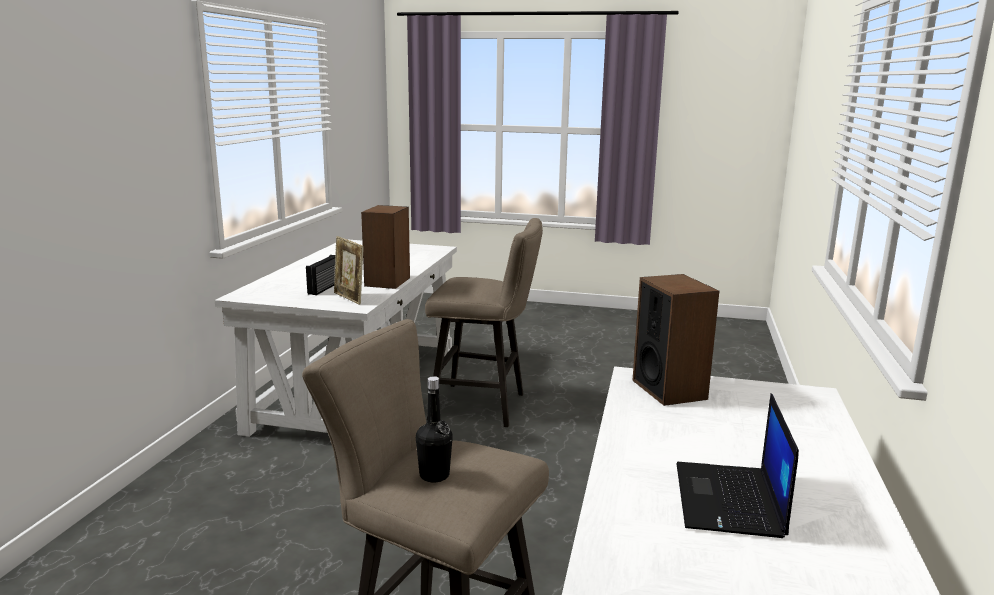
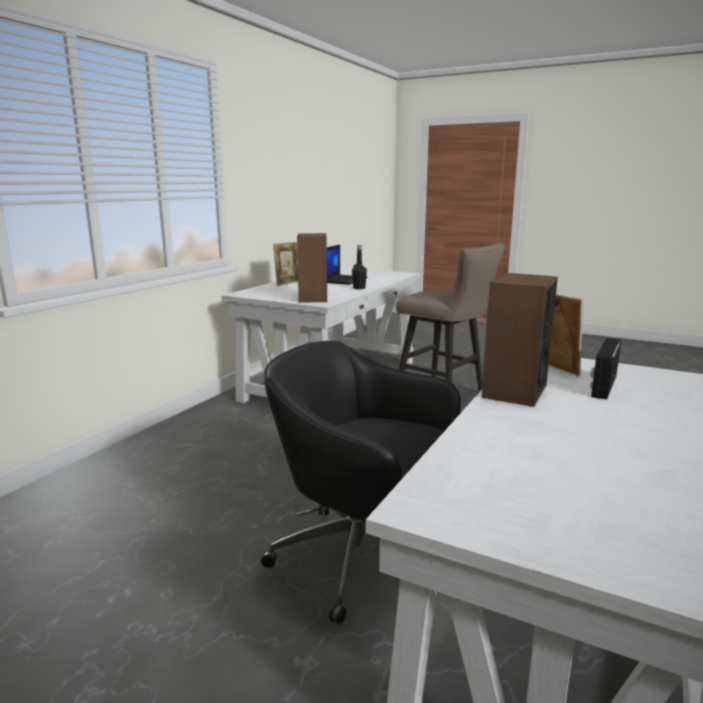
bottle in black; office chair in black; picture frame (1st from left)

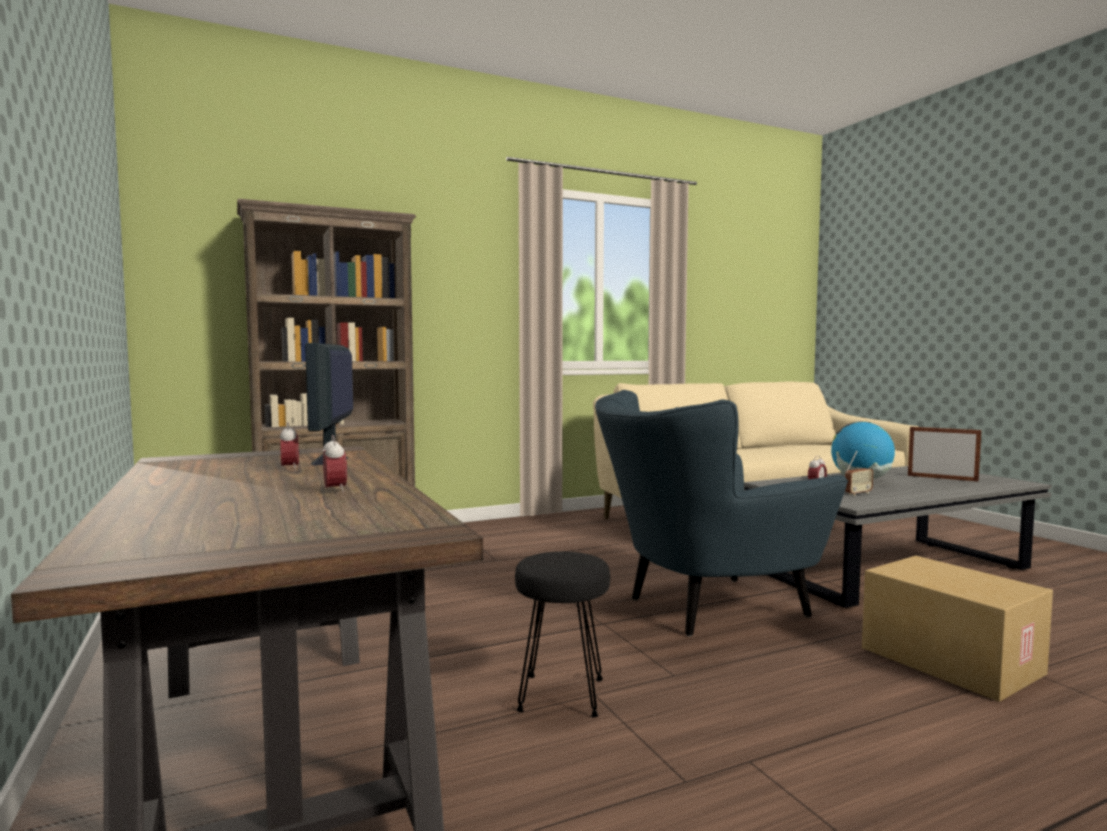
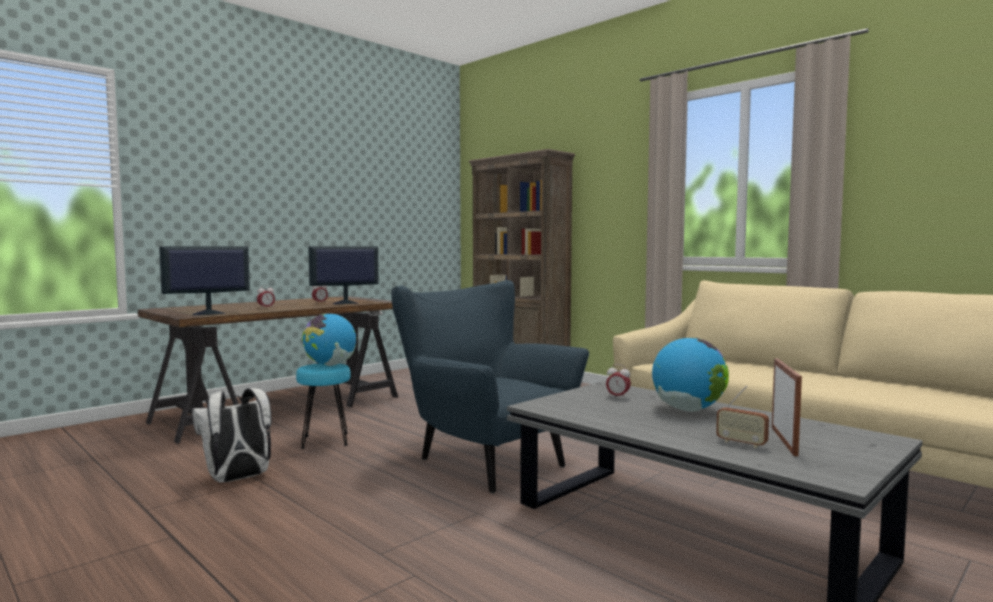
stool in turquoise; radio; cardboard box; monitor (1st from left); backpack in white; globe (1st from left)

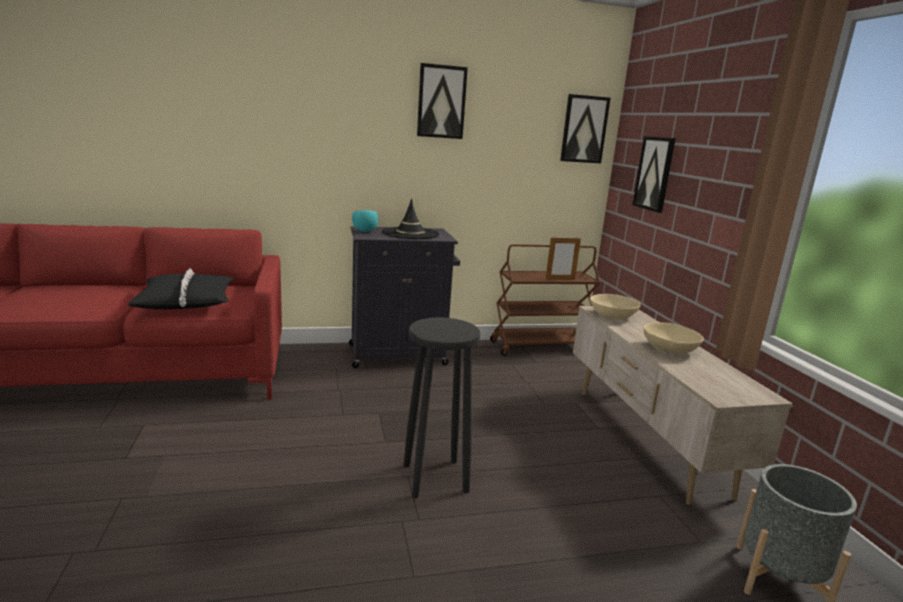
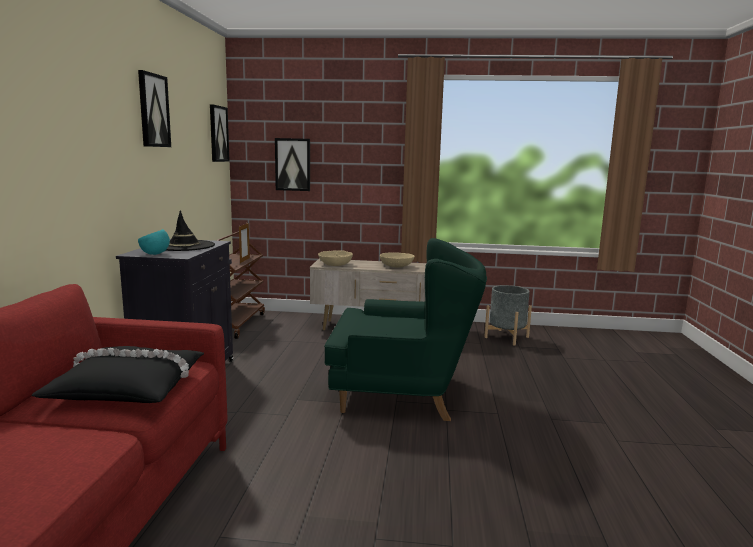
armchair in green

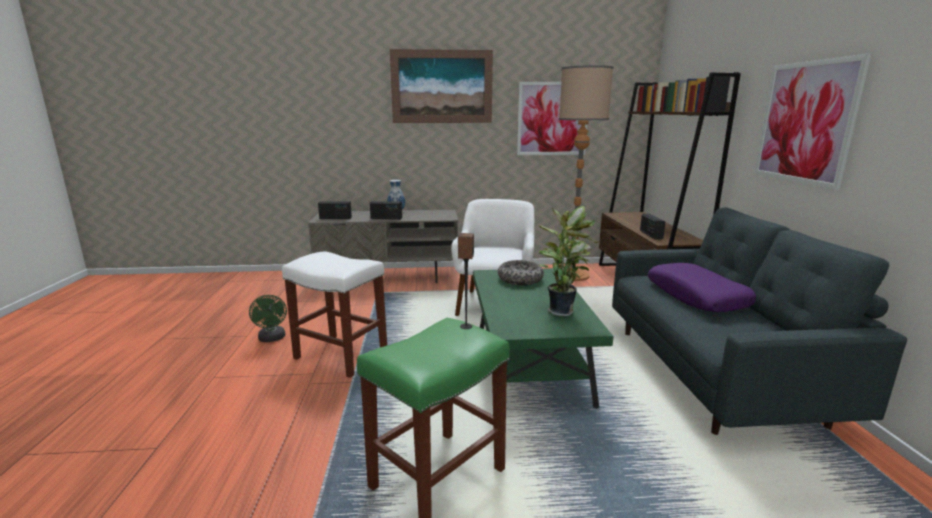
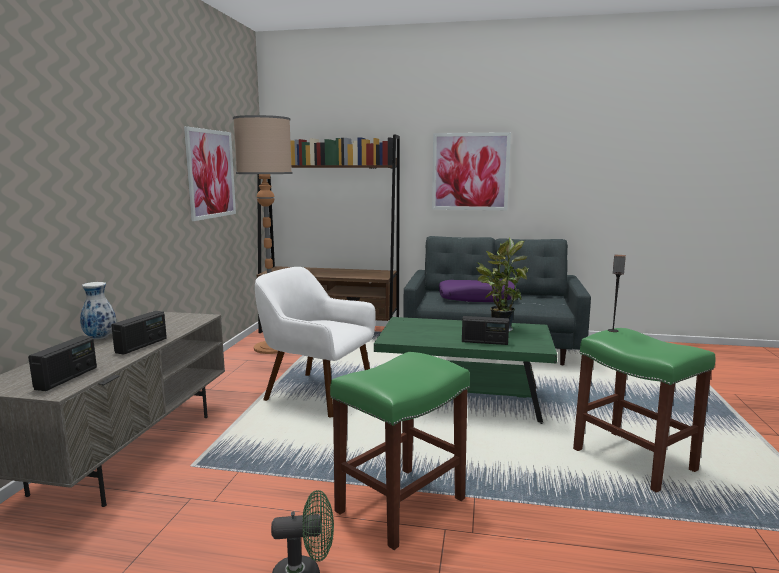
stool in green (1st from left); picture (1st from left in the first image); bowl; radio (3rd from left)

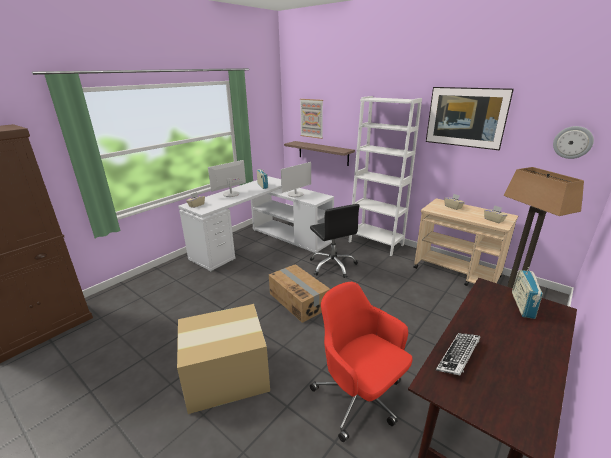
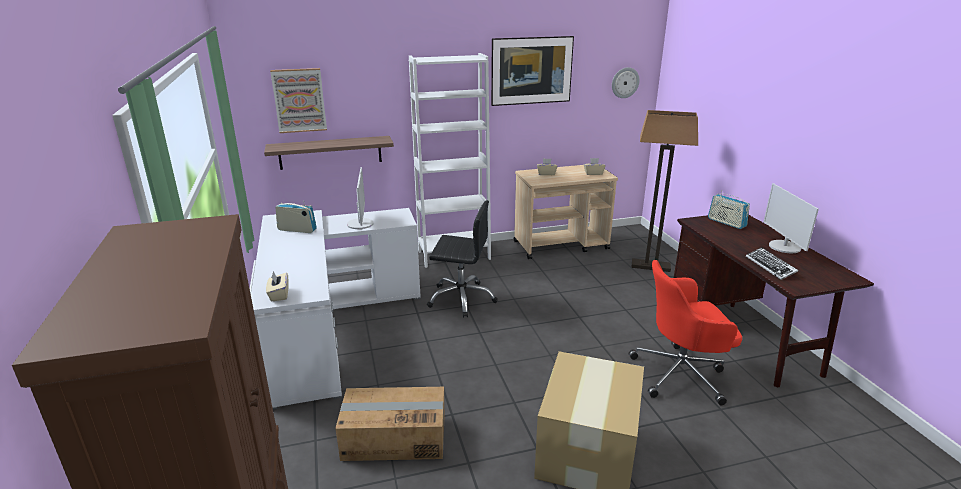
monitor (2nd from left); cardboard box (1st from left)

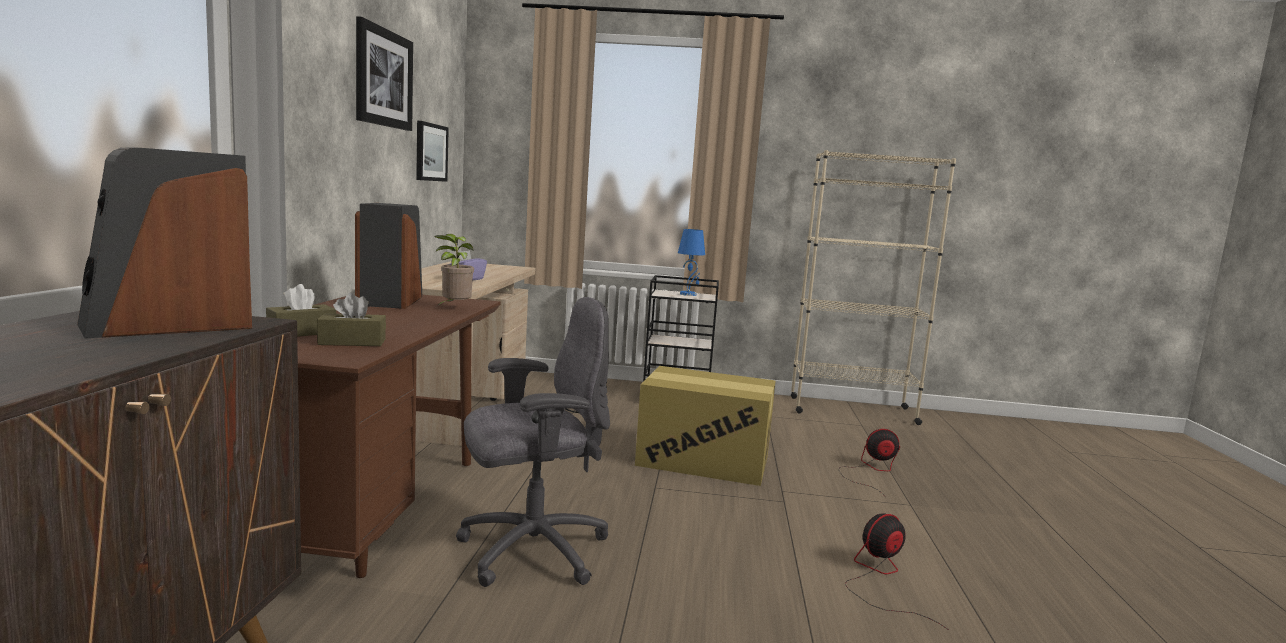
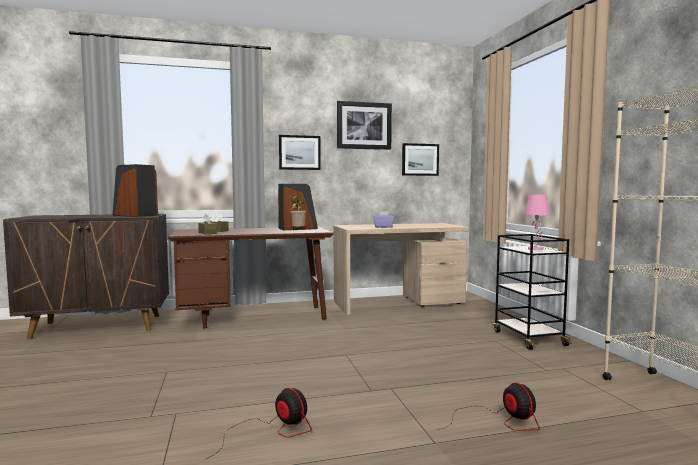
office chair in grey; cardboard box; table lamp in pink; picture (1st from left)

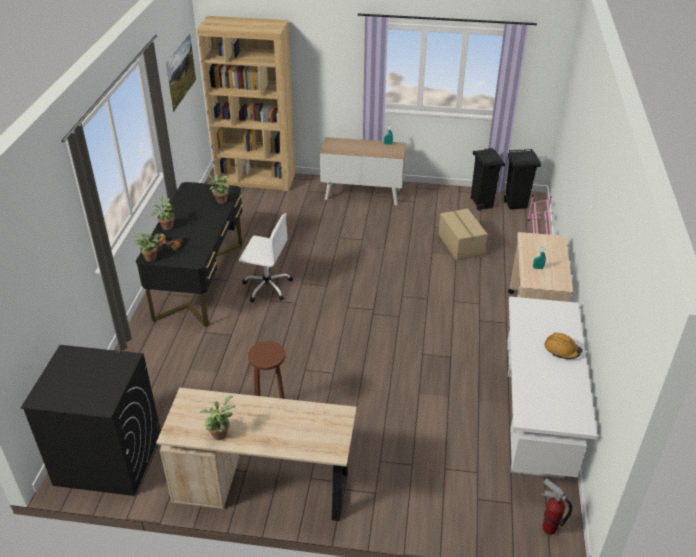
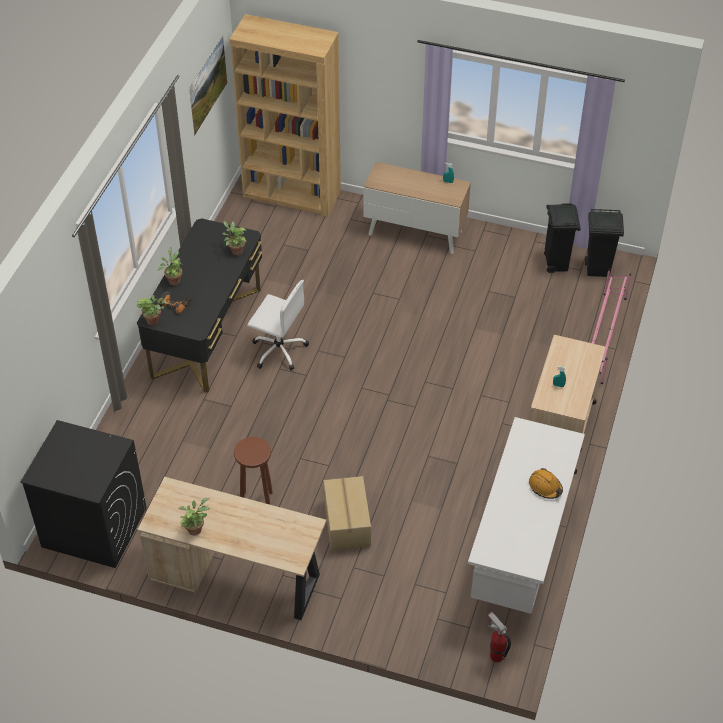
cardboard box

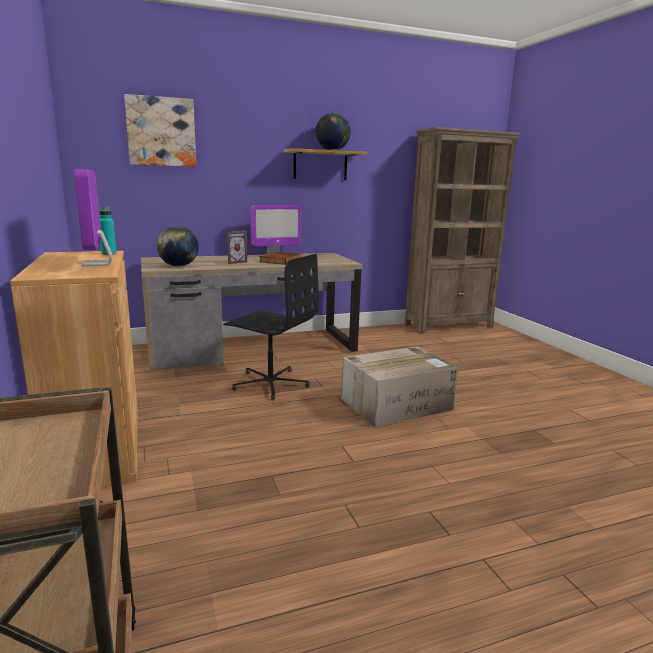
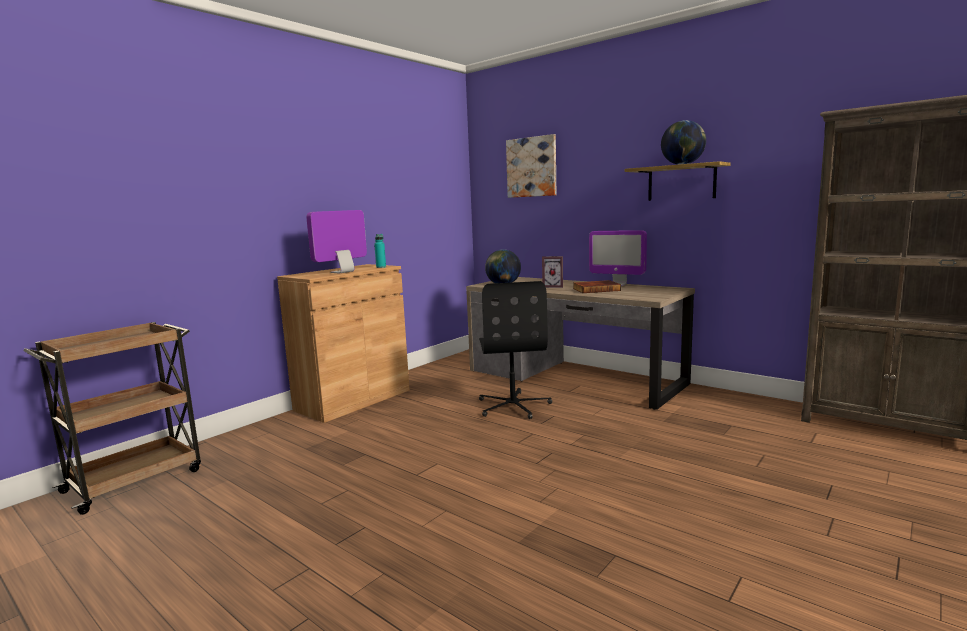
cardboard box

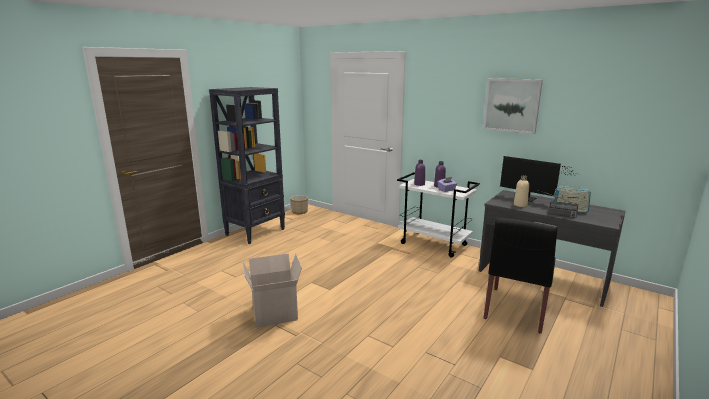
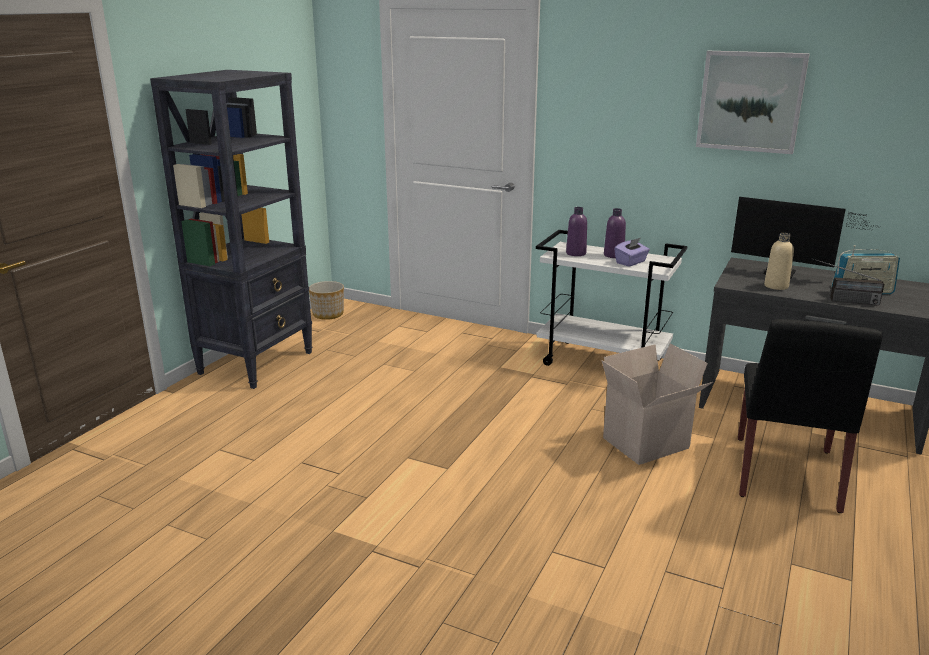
cardboard box

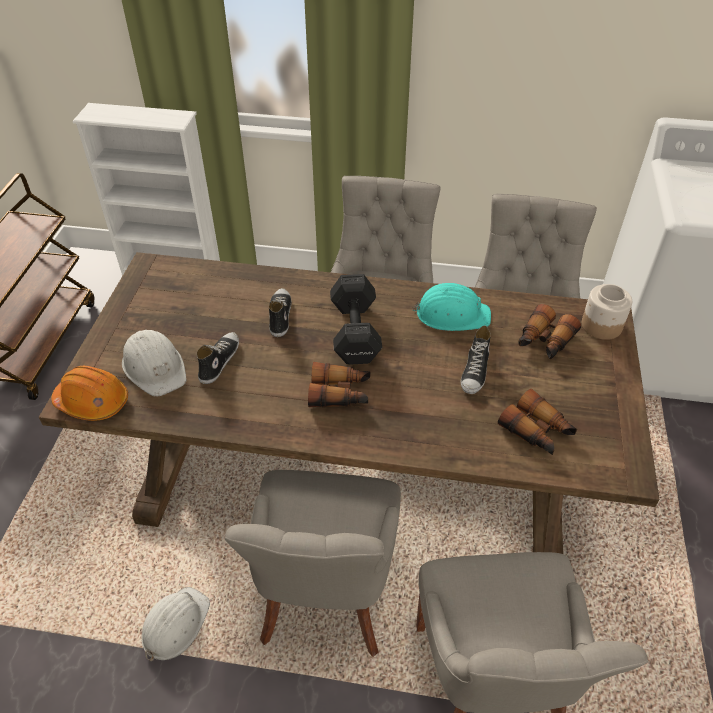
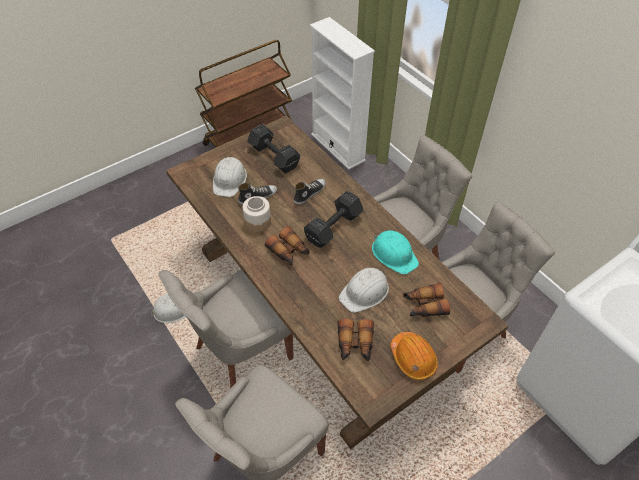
hard hat in orange; hard hat in white (3rd from left); jar; dumbbell in black (1st from left)

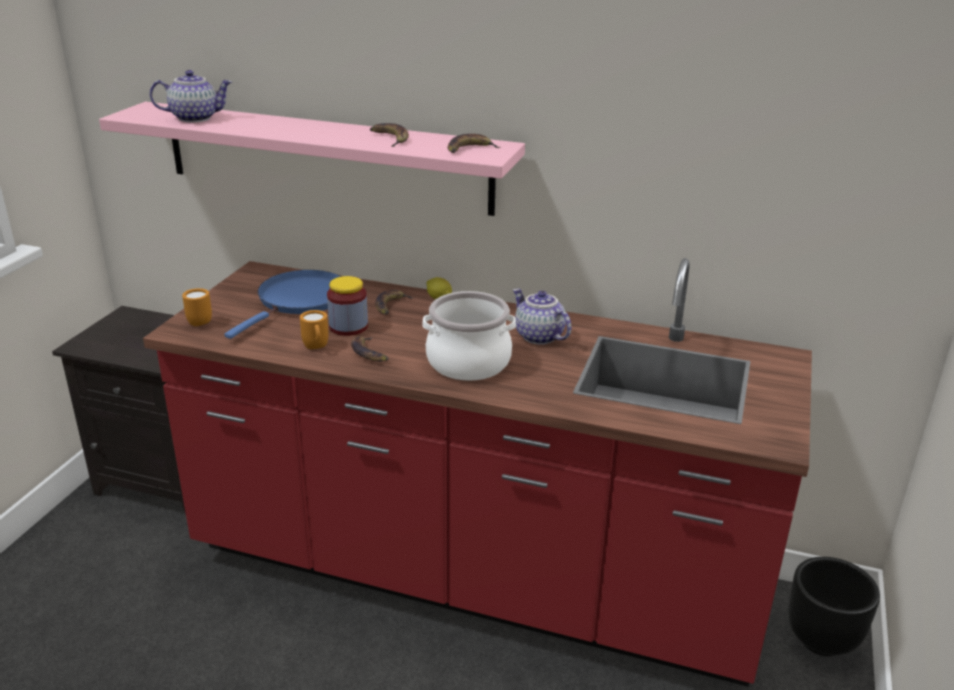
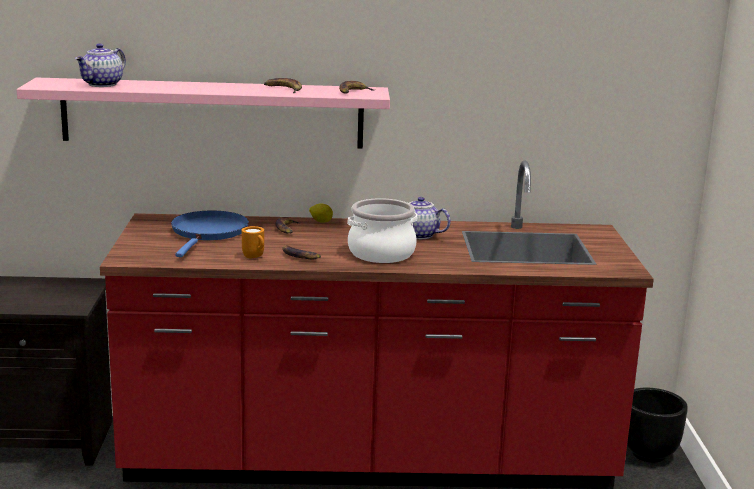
teapot (1st from left); mug in orange (1st from left in the first image); jar

